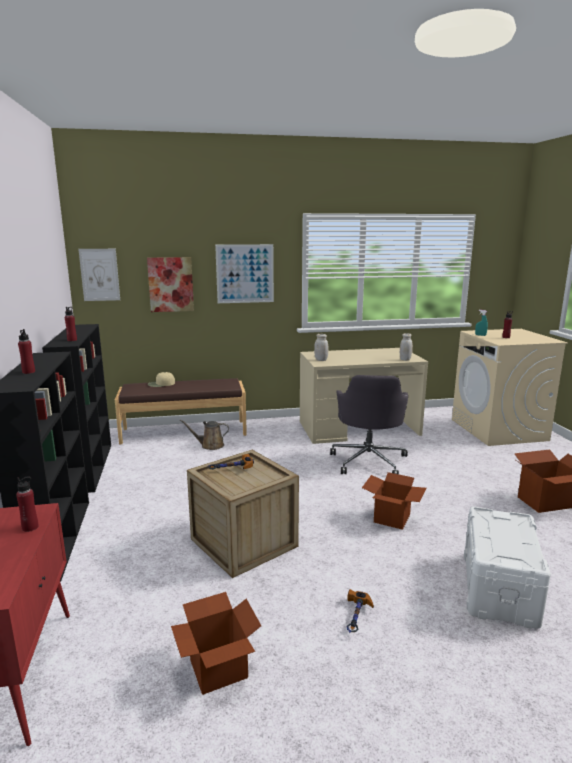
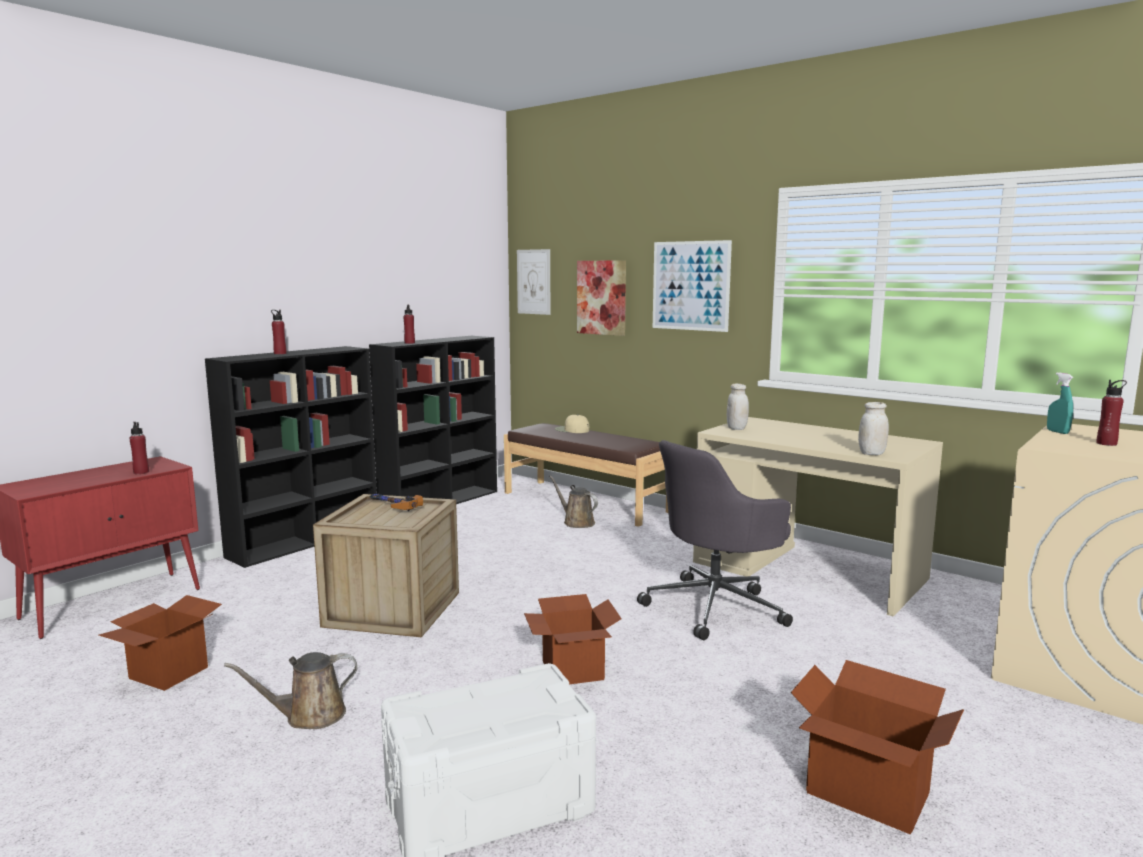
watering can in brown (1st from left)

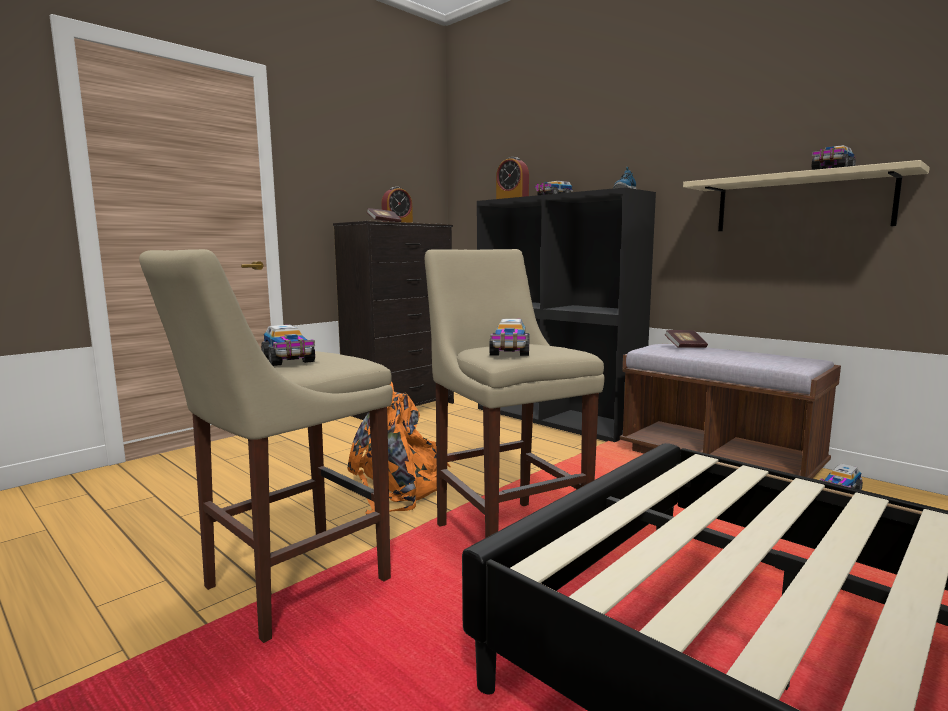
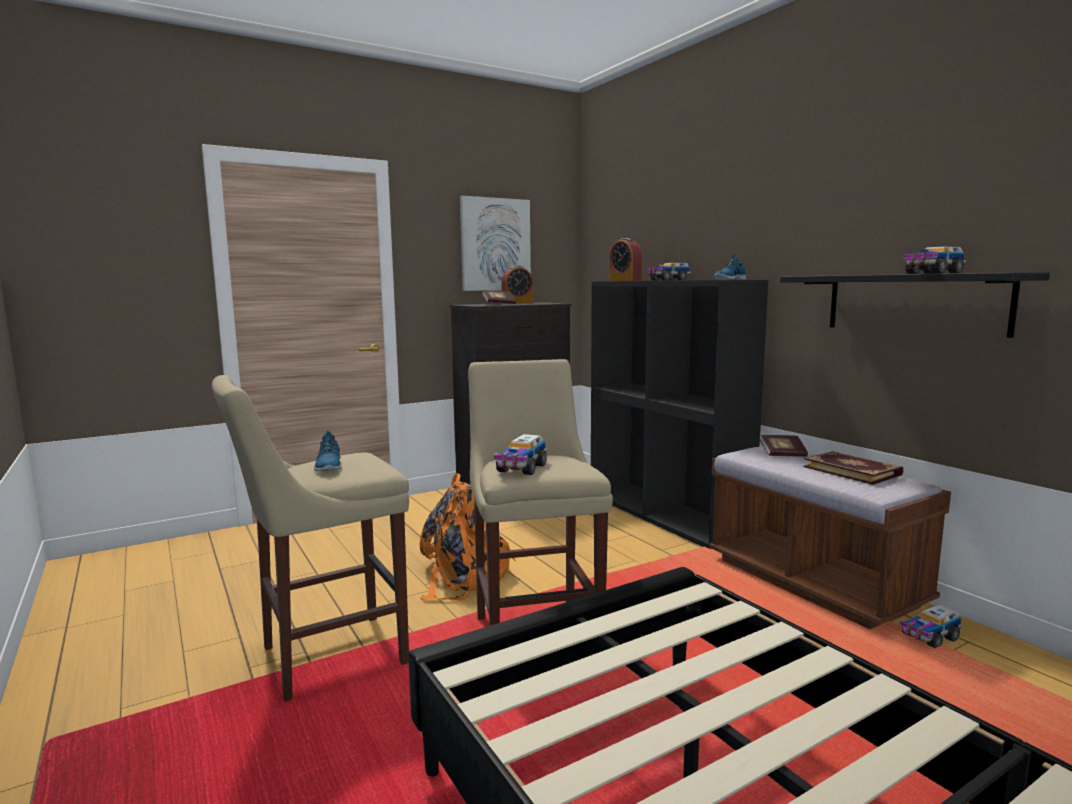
shoe (1st from left); shelf in black; picture; book (3rd from left)

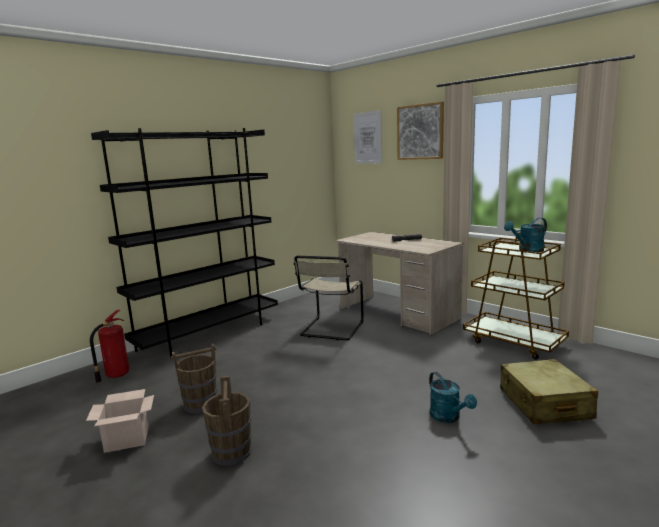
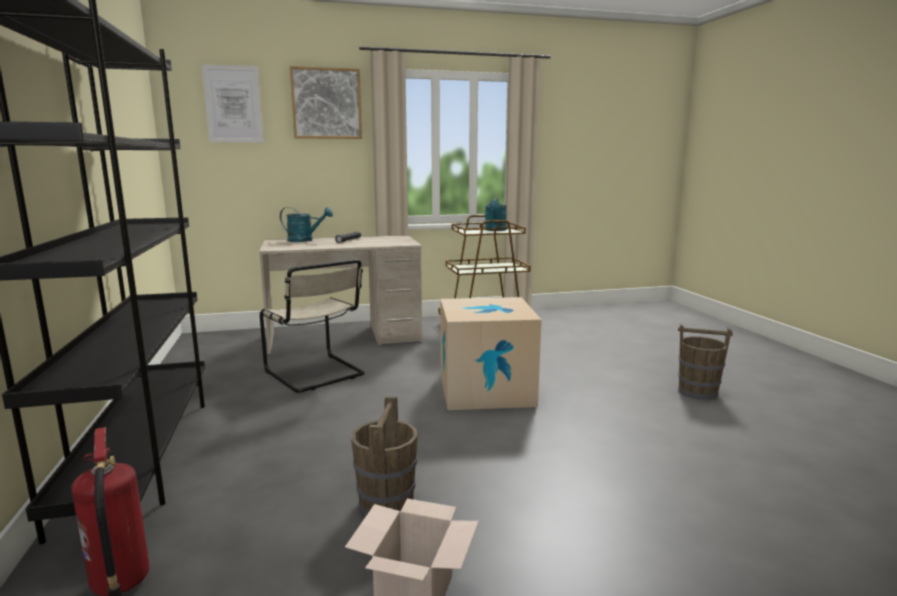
bucket in brown (2nd from left); watering can in turquoise (1st from left); suitcase in beige; cardboard box (2nd from left)

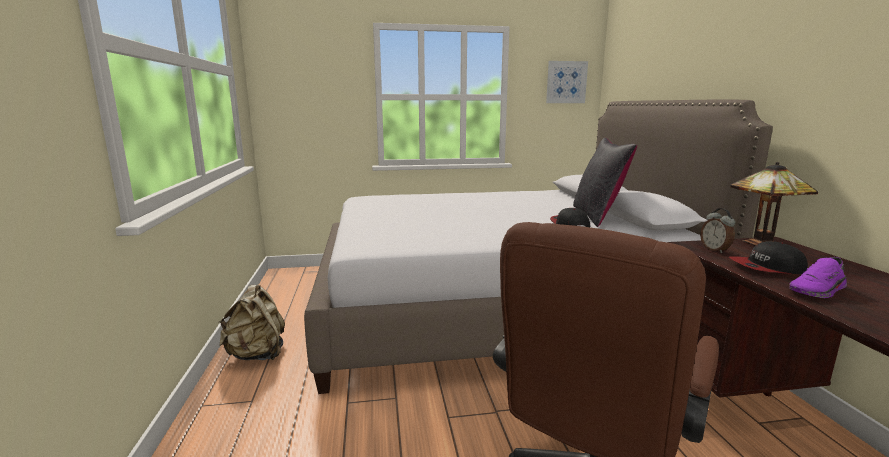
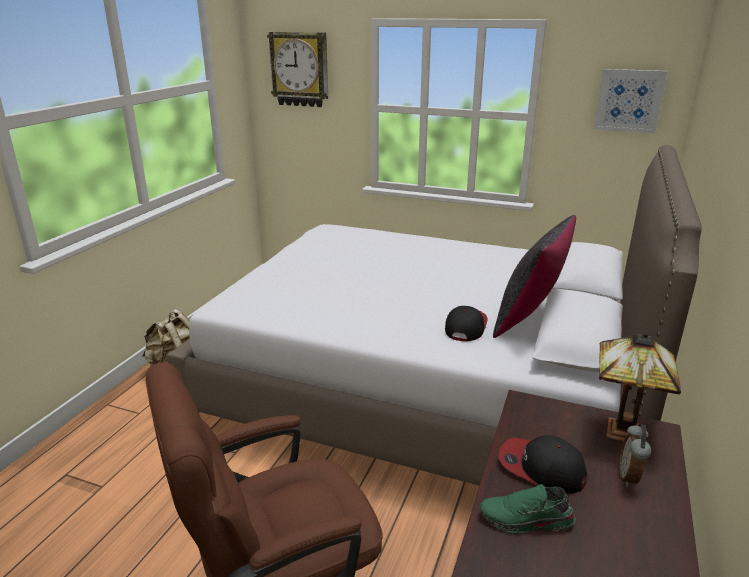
alarm clock; shoe in green; wall clock

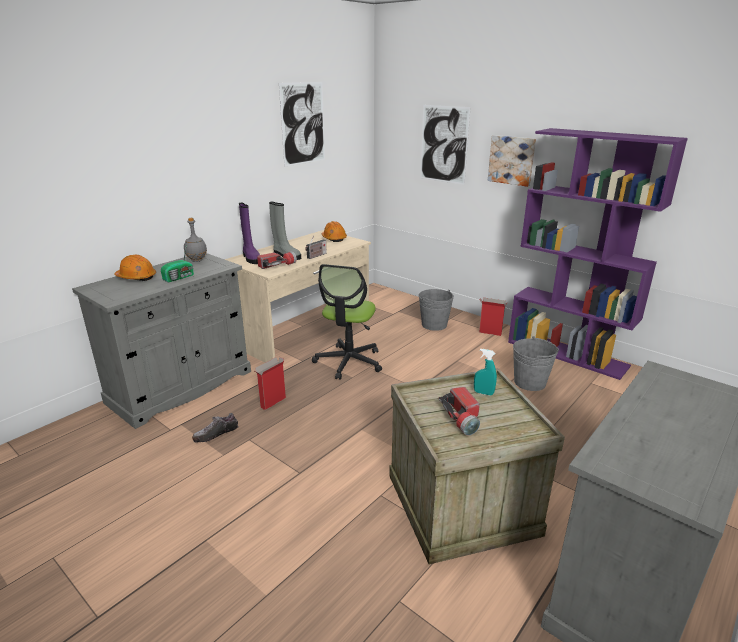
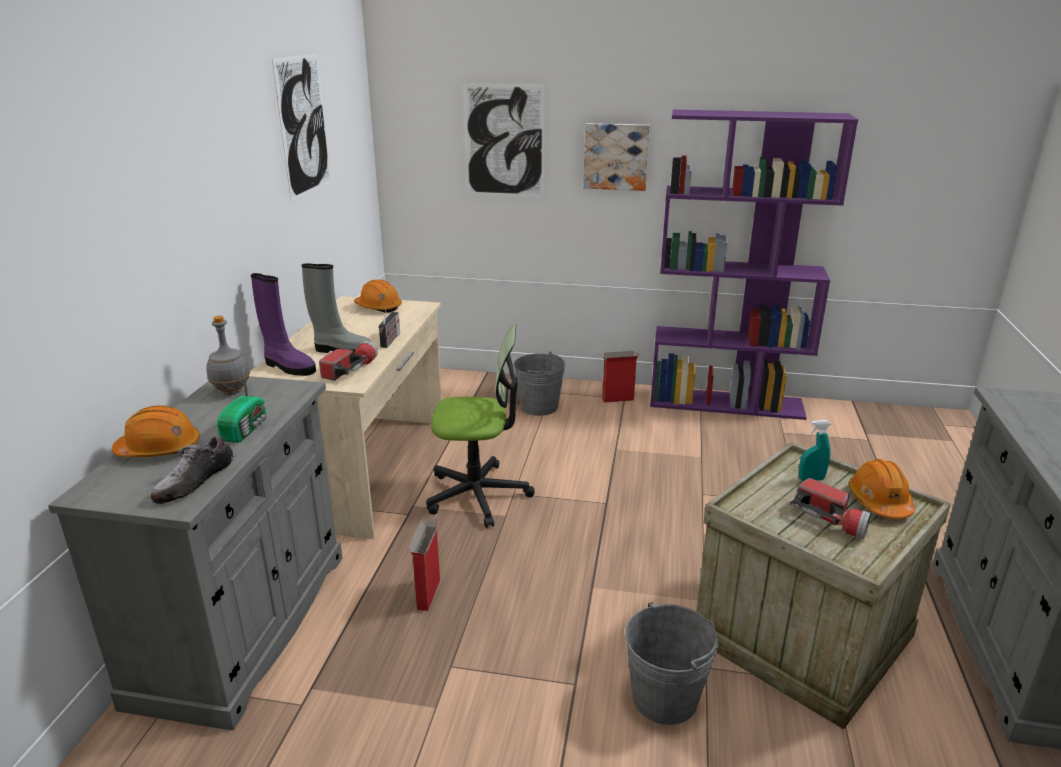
shoe; office chair; bucket in grey (2nd from left); hard hat in orange (3rd from left)

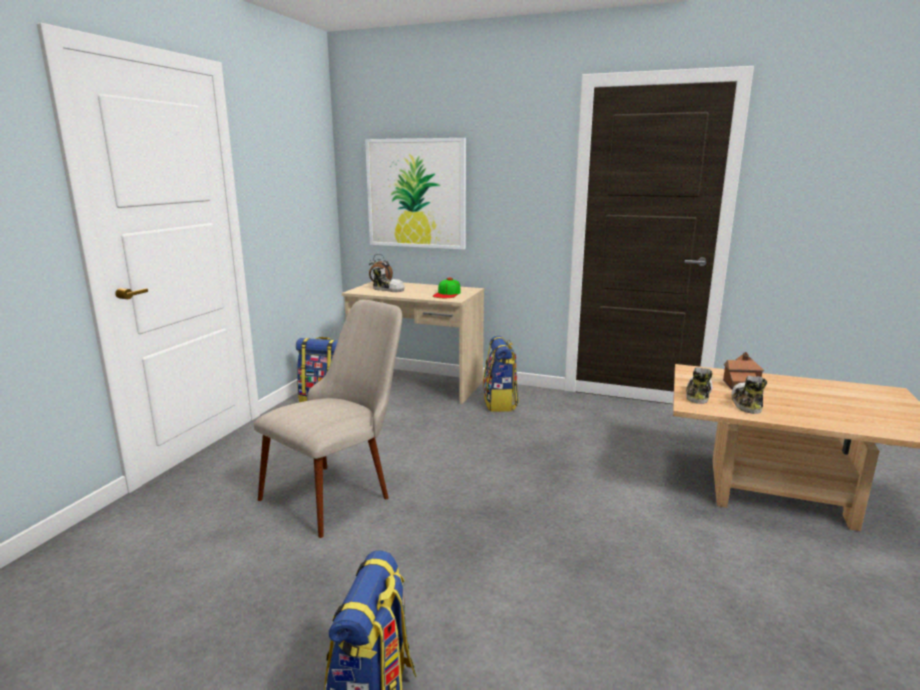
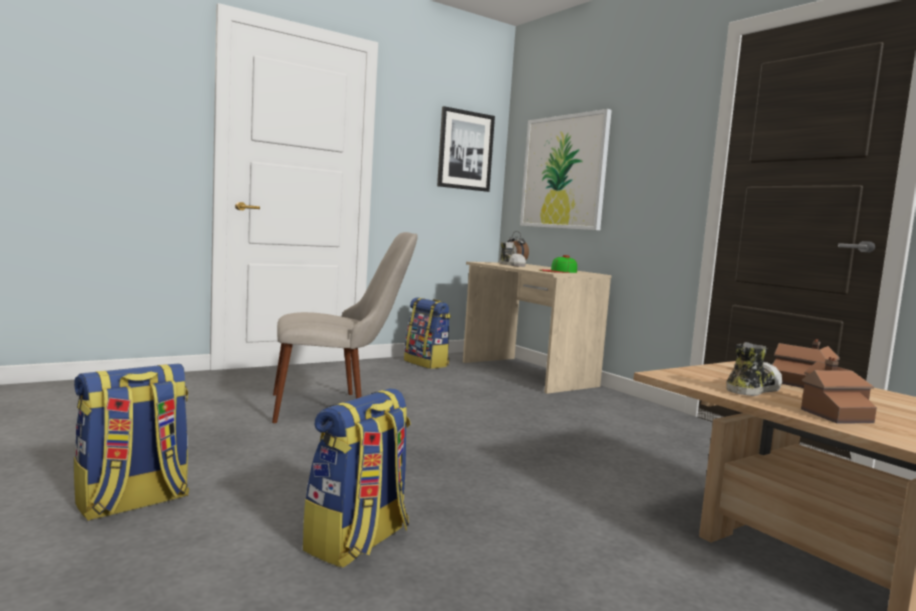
backpack (2nd from left); shoe (2nd from left in the first image); picture (1st from left); toy house (2nd from left)

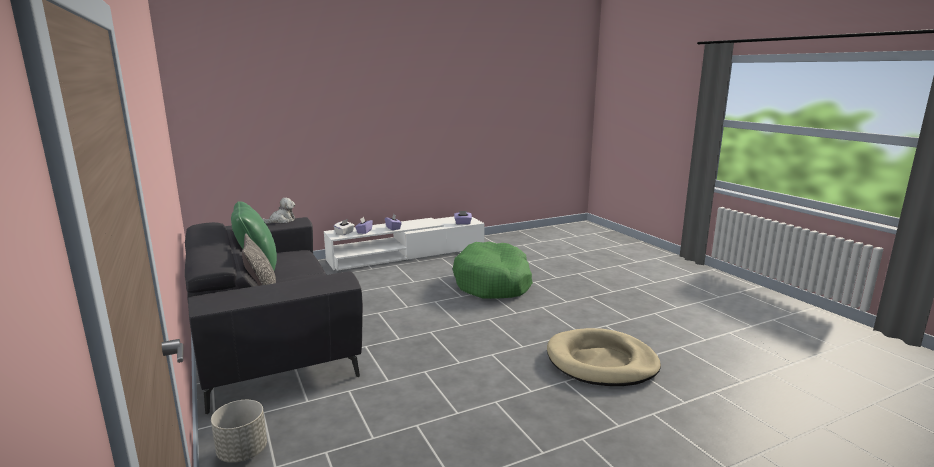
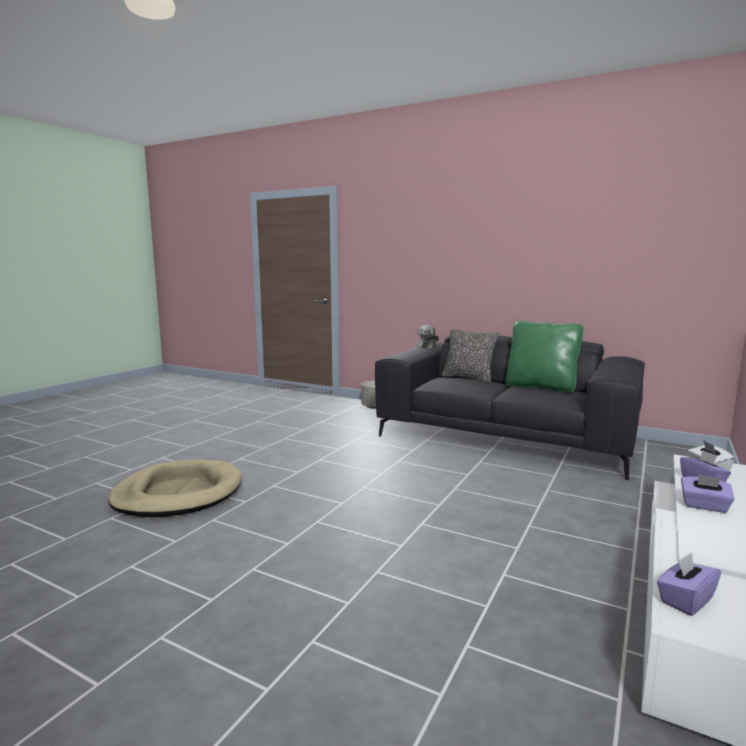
plush toy; dog bed in green

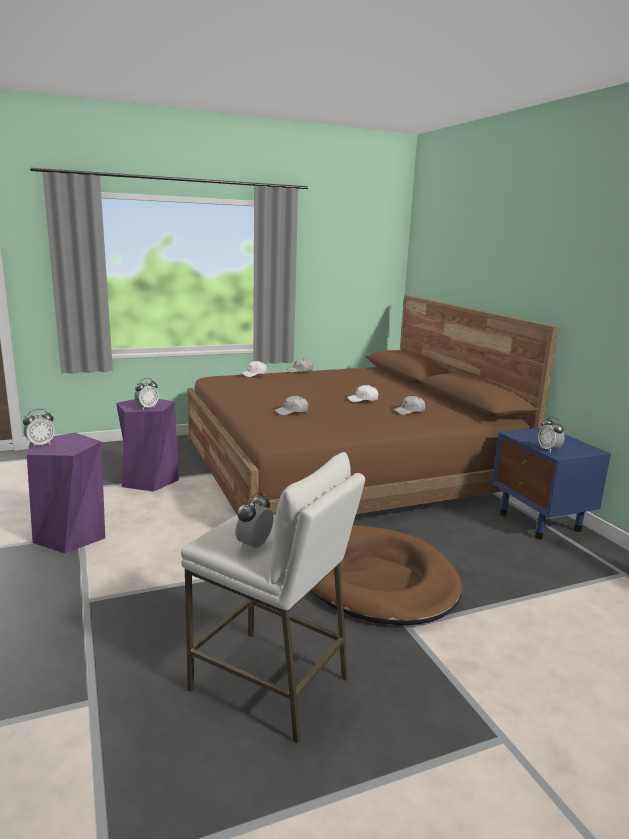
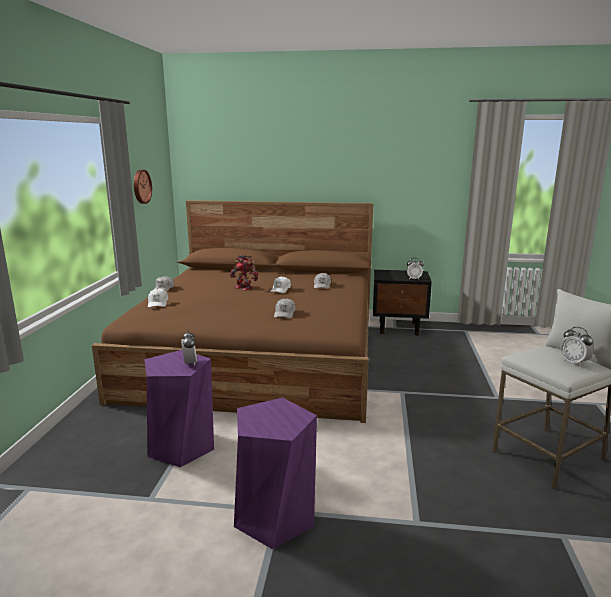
alarm clock (1st from left in the first image); dog bed in brown; nightstand in black; wall clock; toy robot

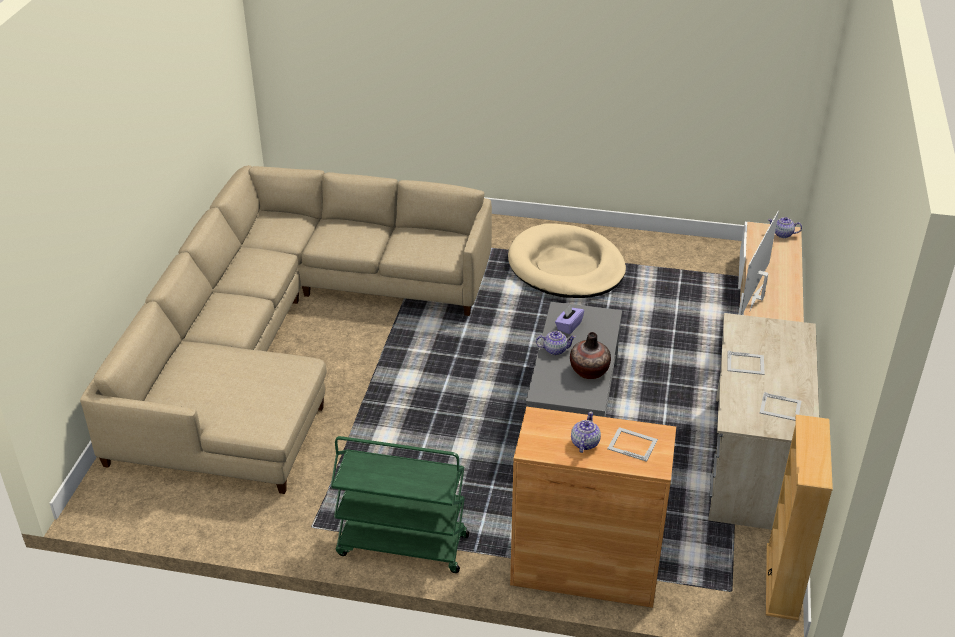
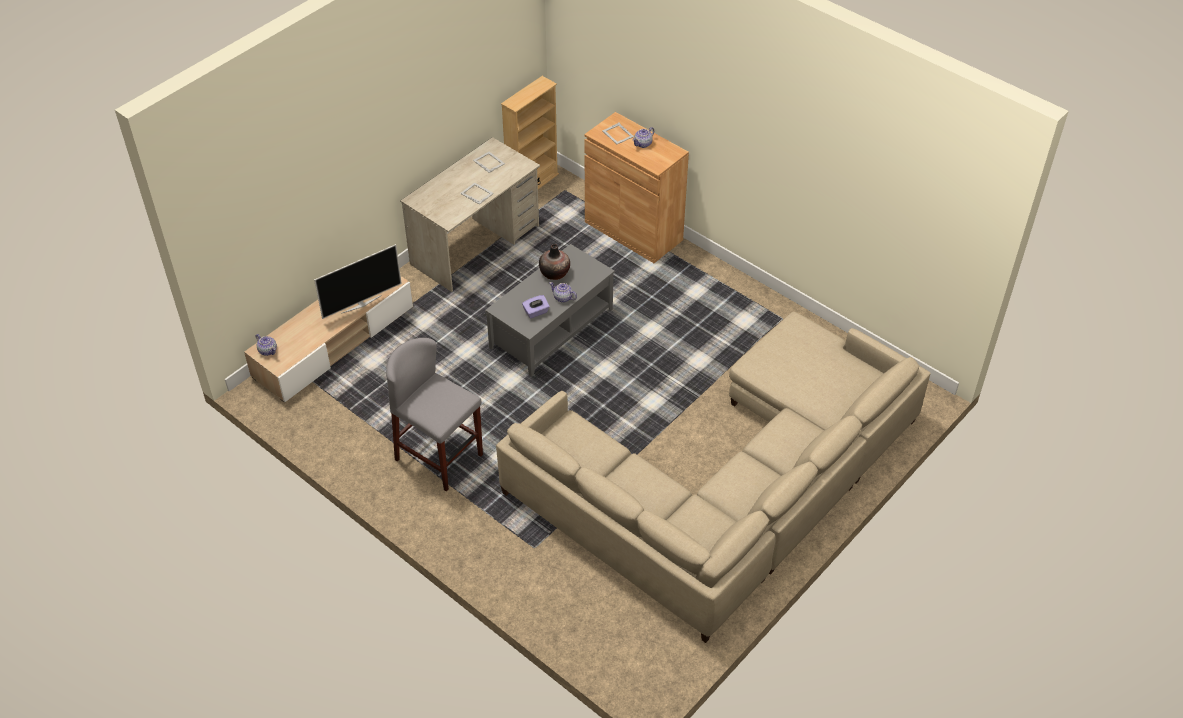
cart in green; stool in grey

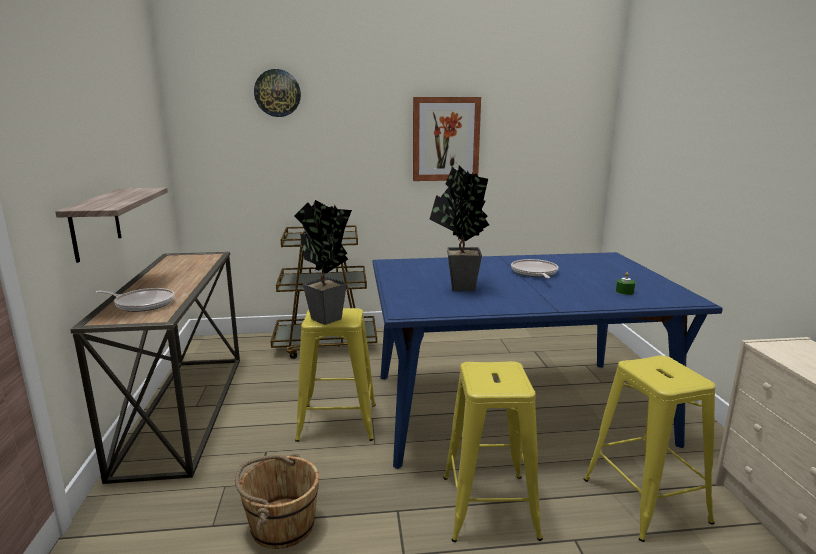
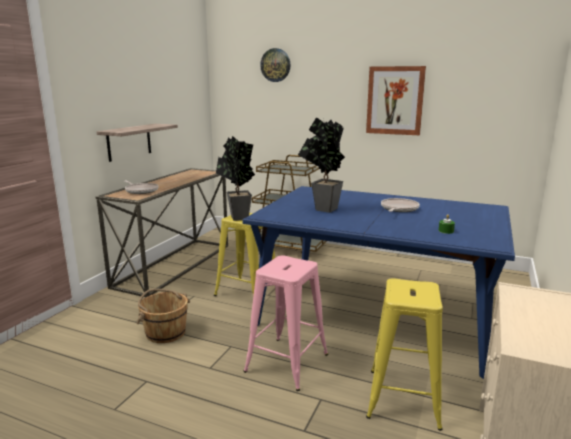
stool in pink

